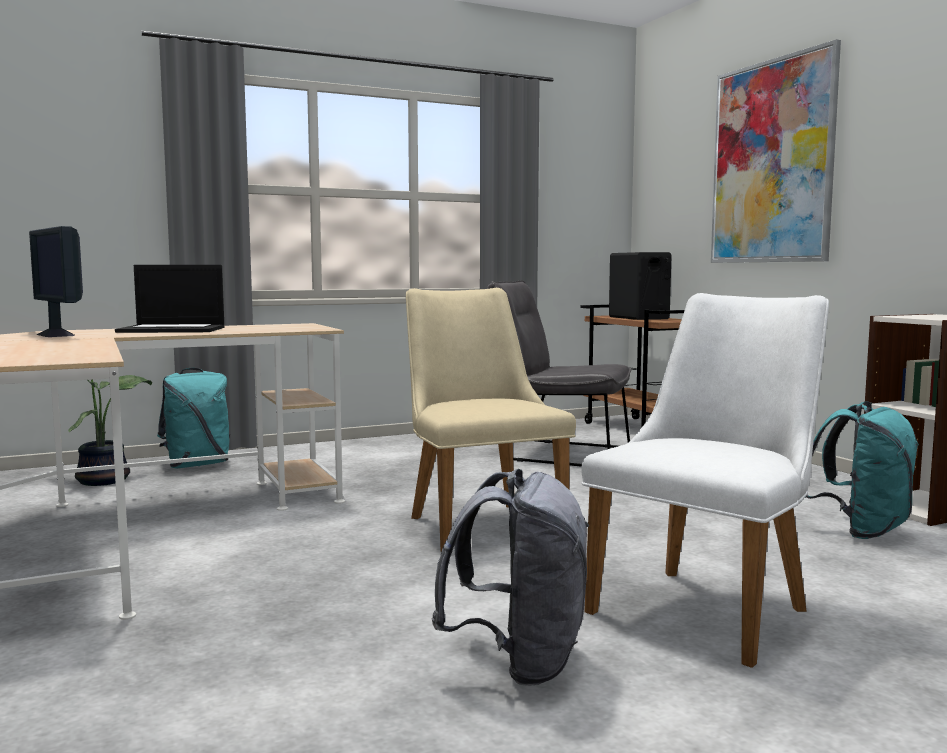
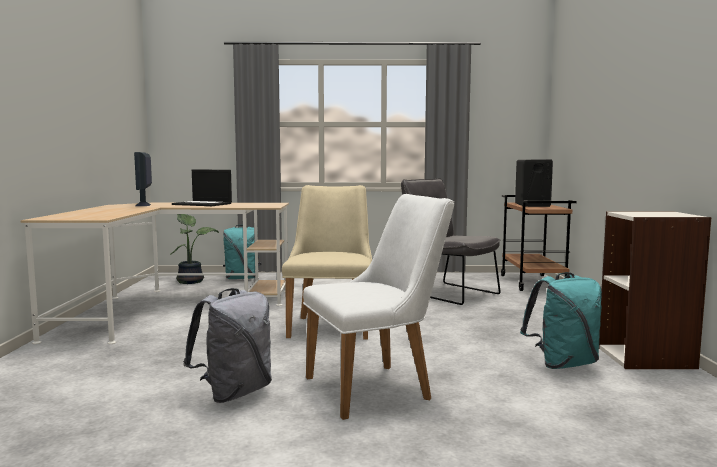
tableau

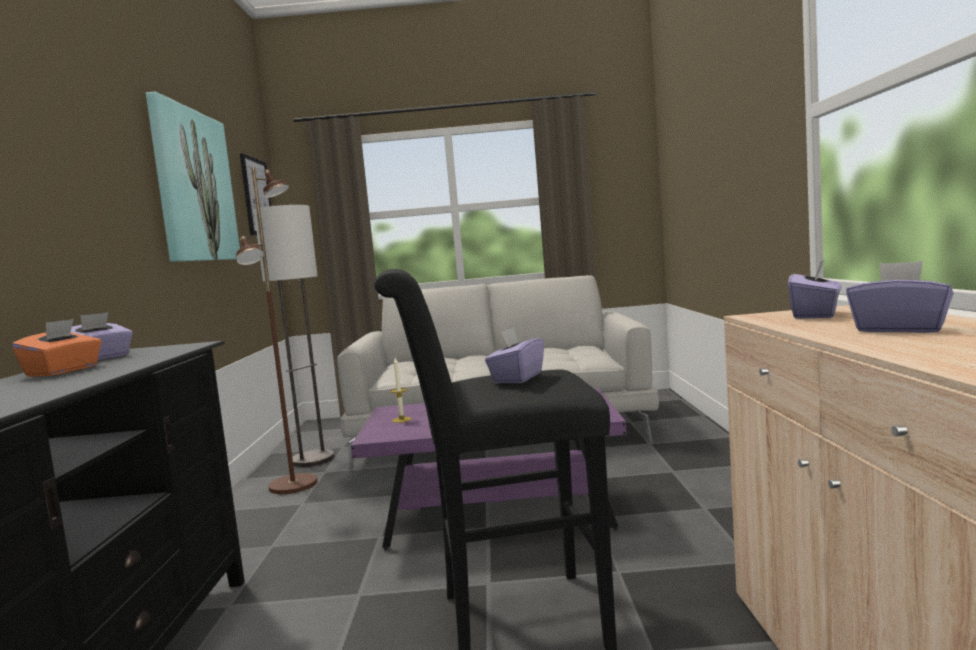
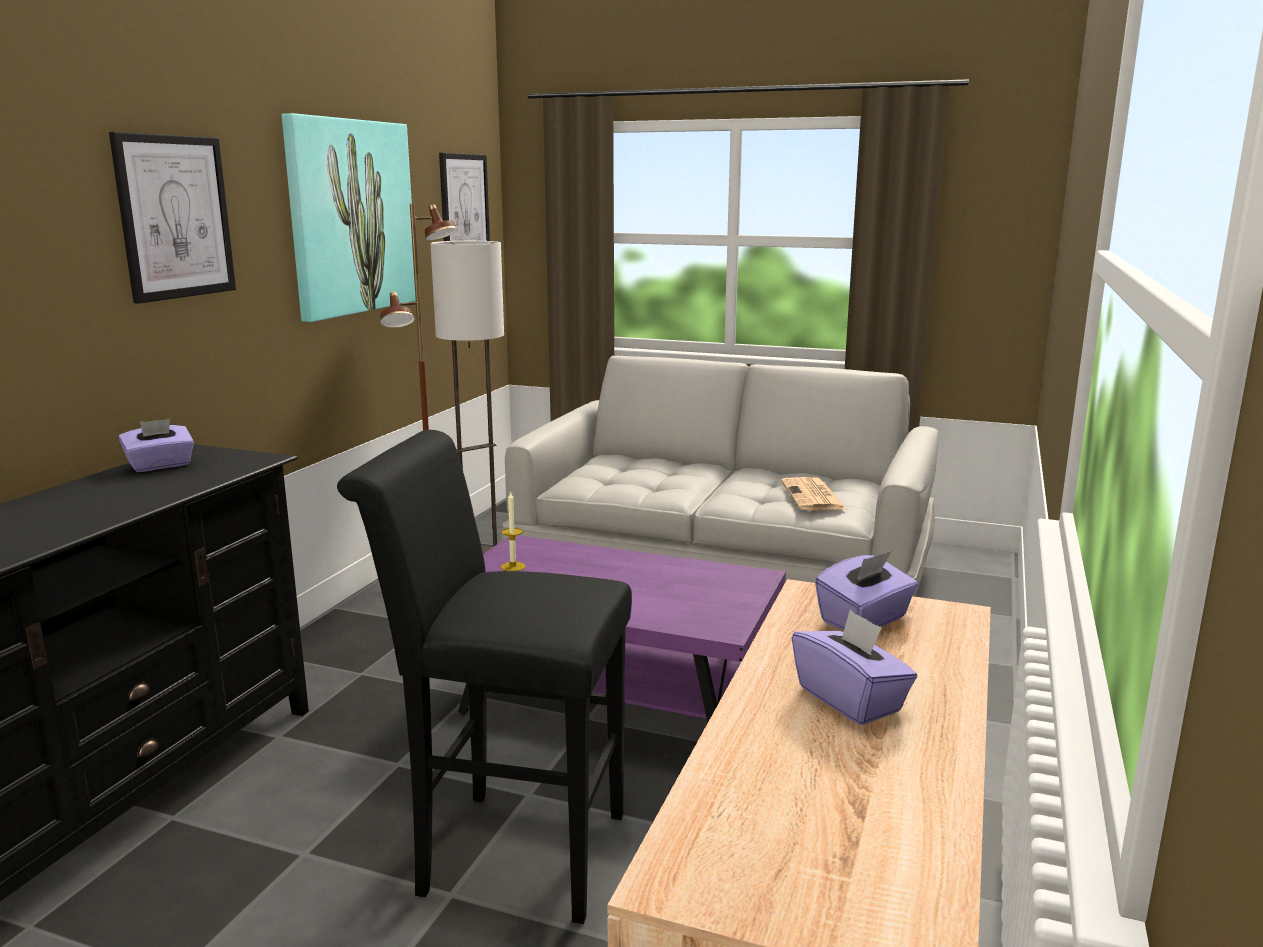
tableau (1st from left)
journal
boîte à mouchoirs [orange]
boîte à mouchoirs [violet] (2nd from left in the first image)

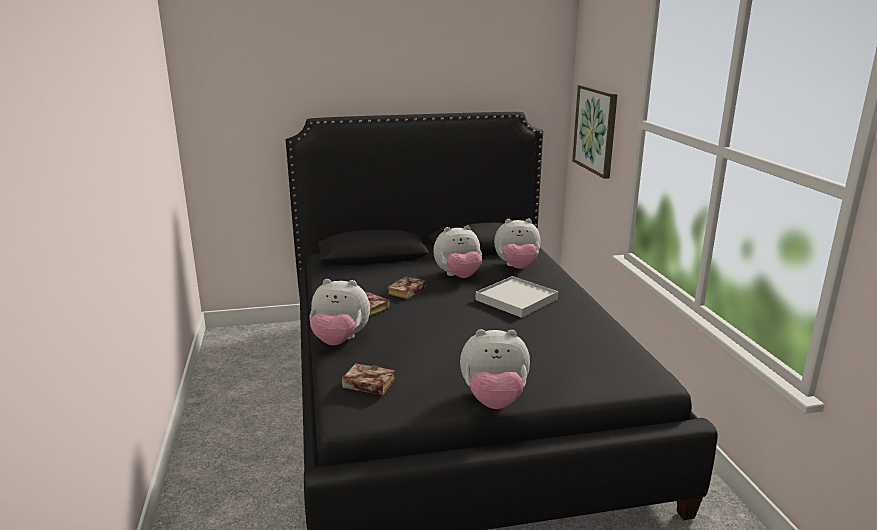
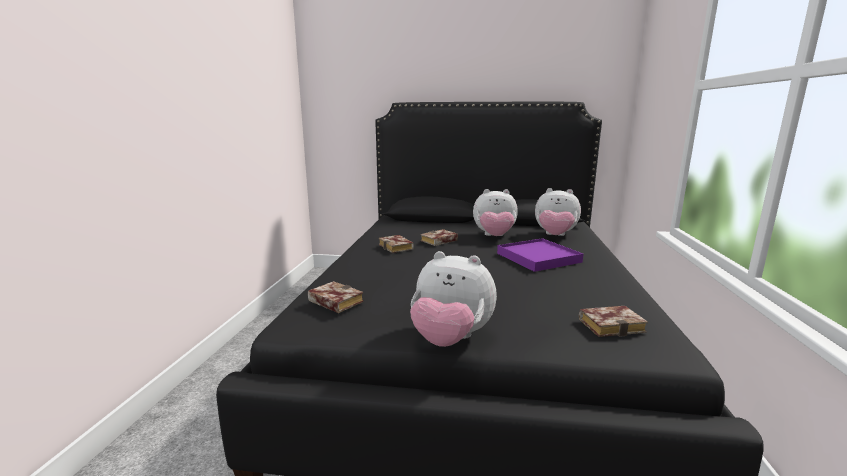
plateau [violet]
livre (4th from left)
peluche (1st from left in the first image)
tableau

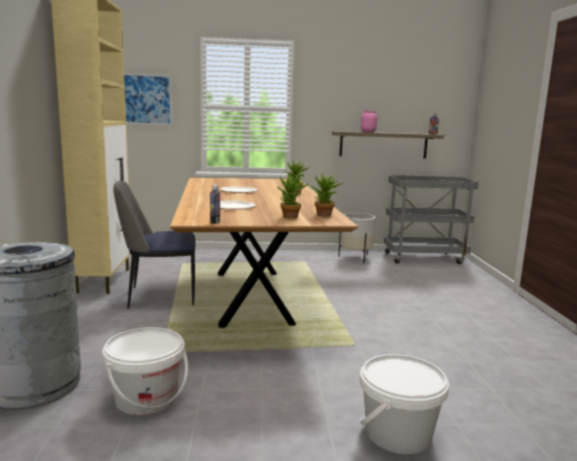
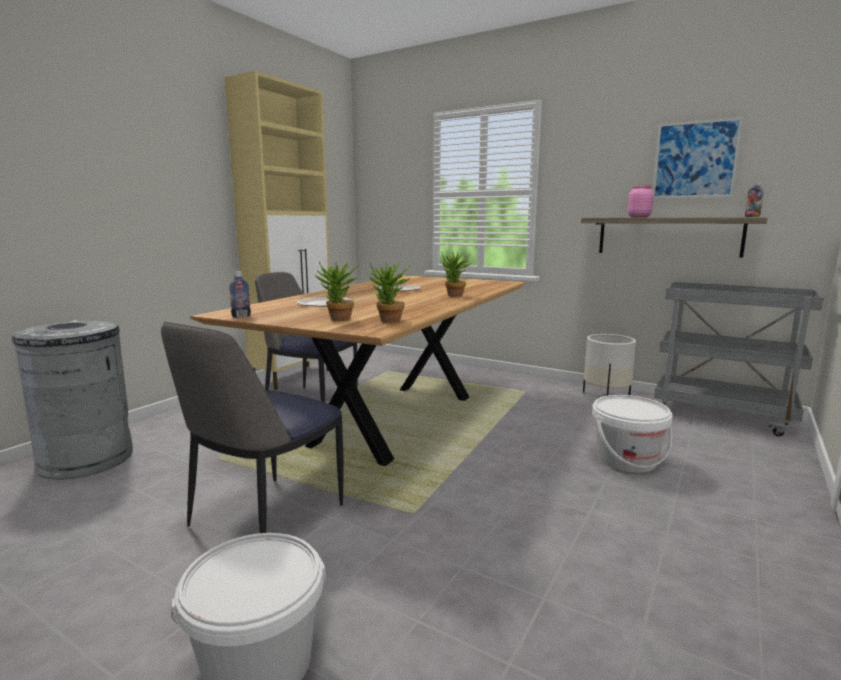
chaise (1st from left)
seau [blanc] (2nd from left)
tableau

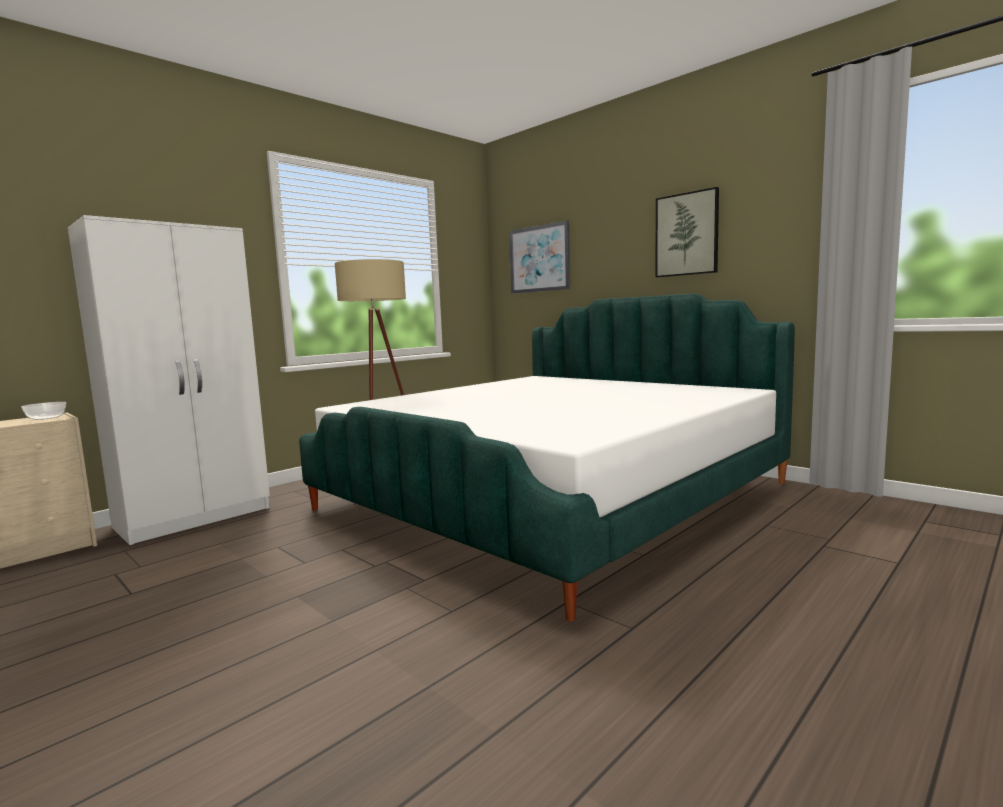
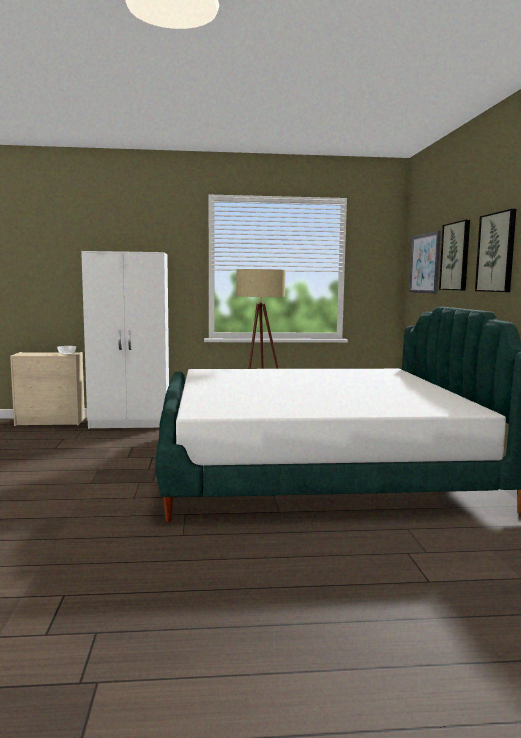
tableau (2nd from left)

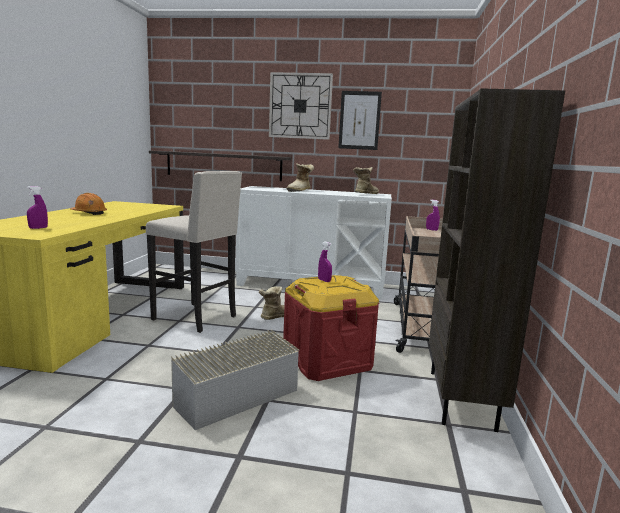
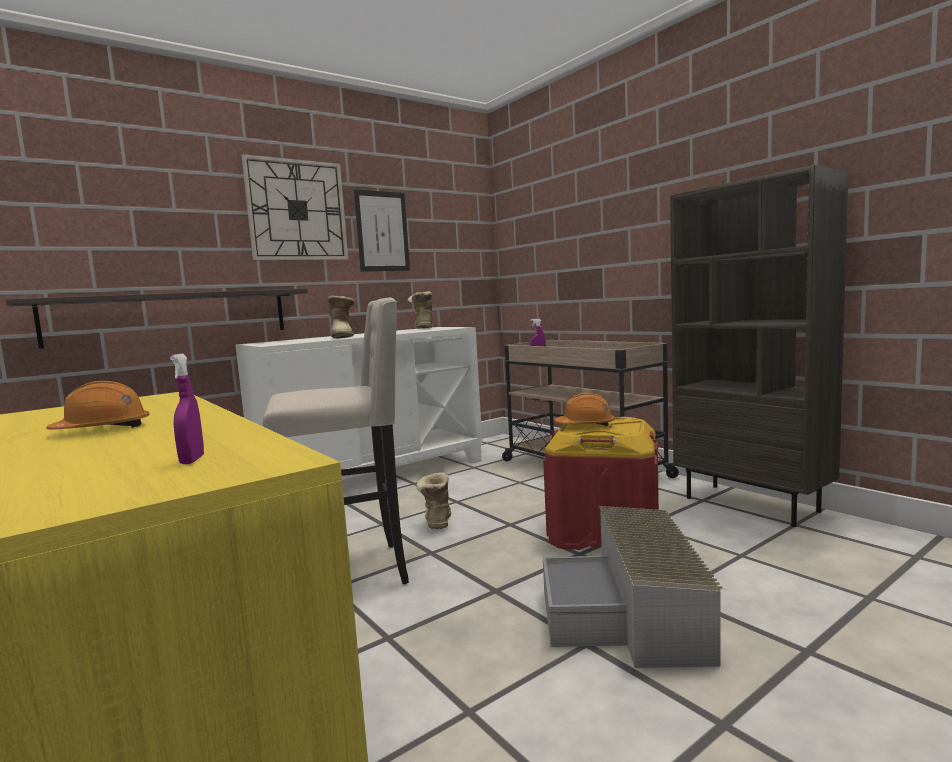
casque de chantier [orange] (2nd from left)

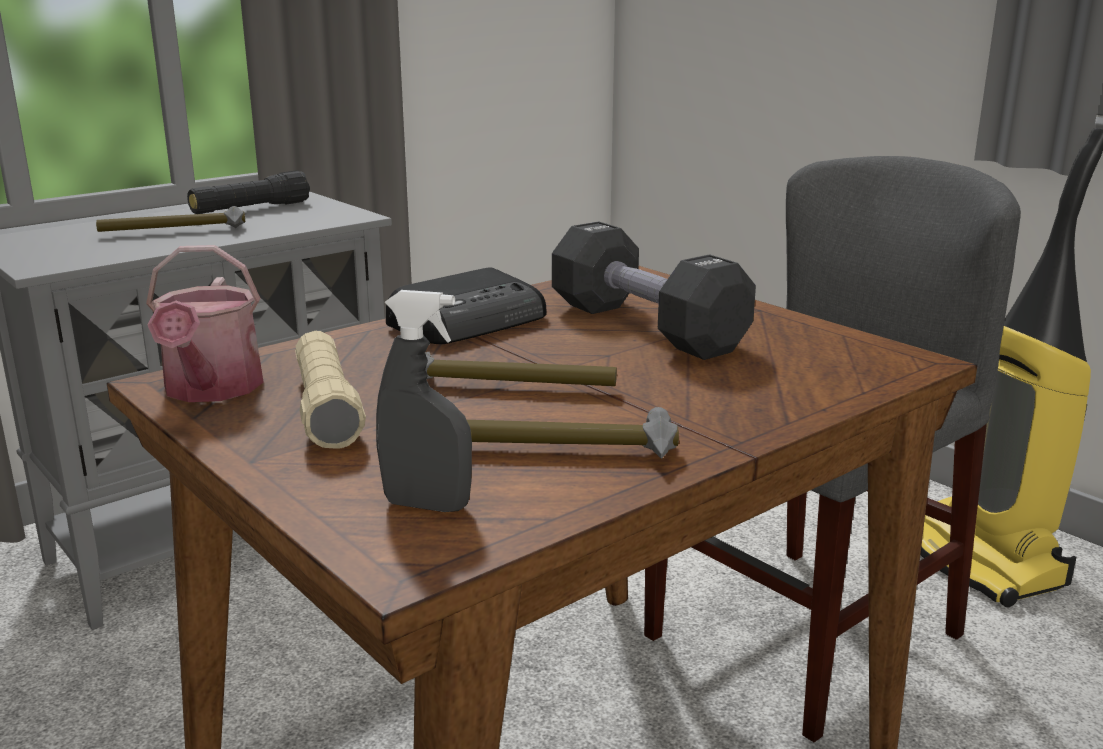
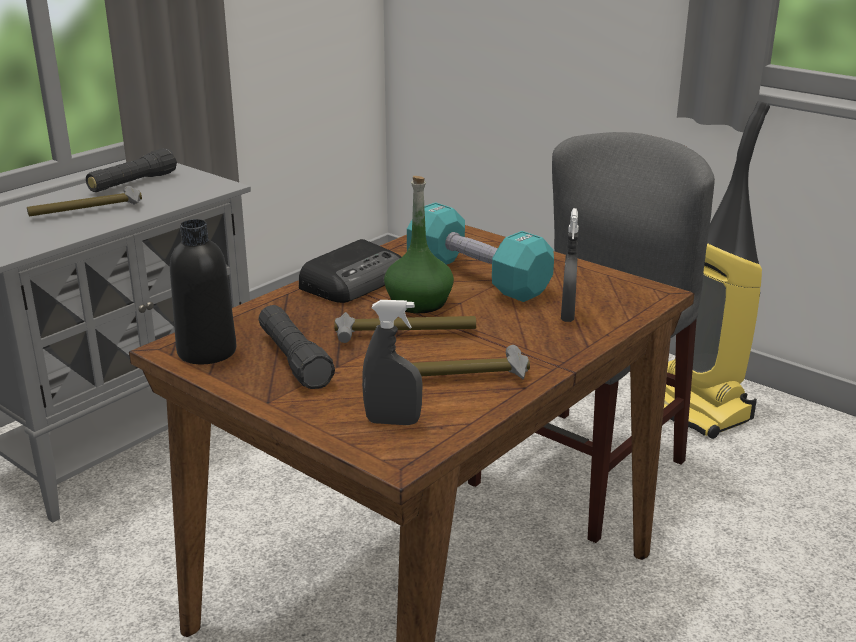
bouteille [noir]
lampe de poche [noir] (2nd from left)
bouteille [vert]
haltère [turquoise]
vaporisateur [gris] (2nd from left)

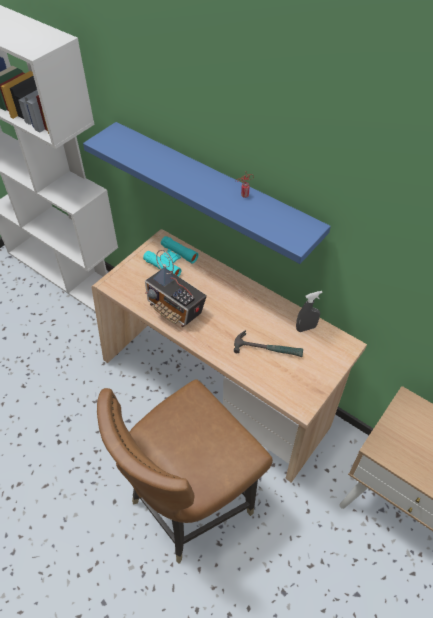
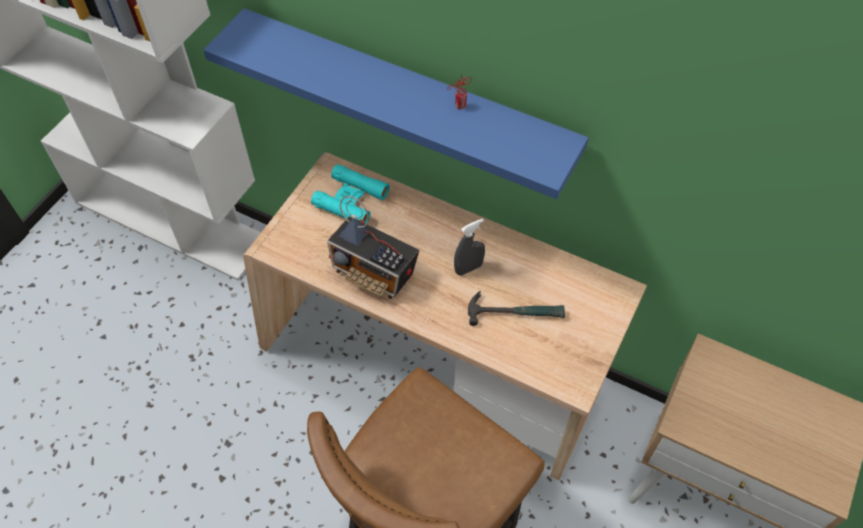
vaporisateur [gris]

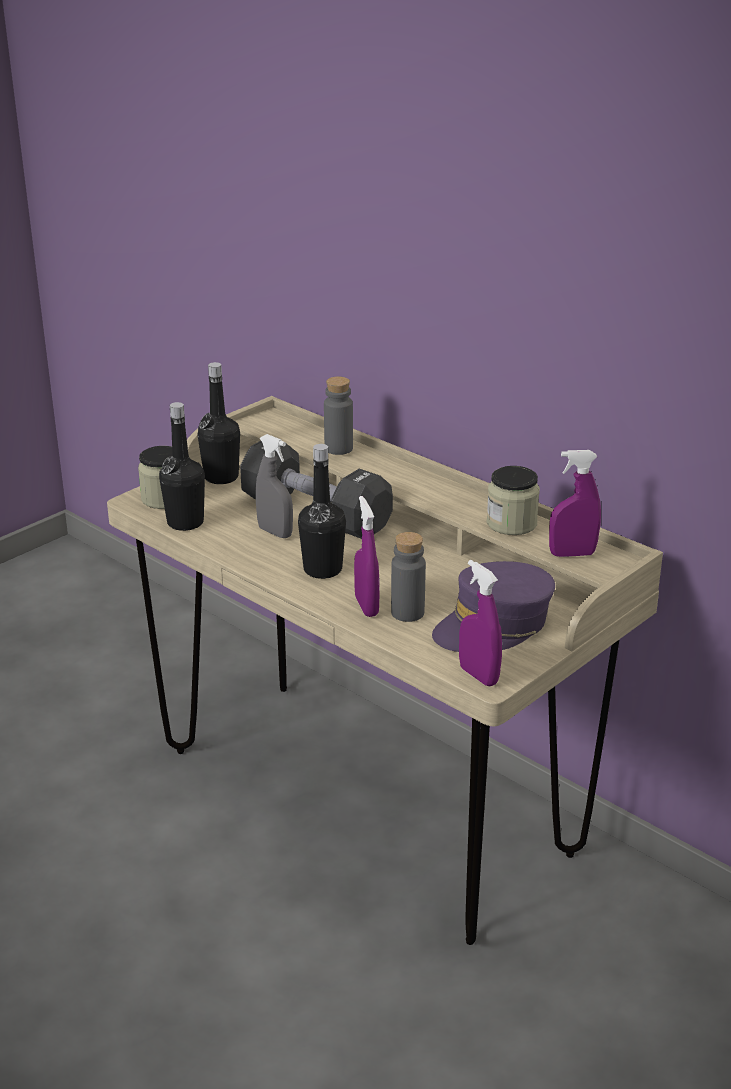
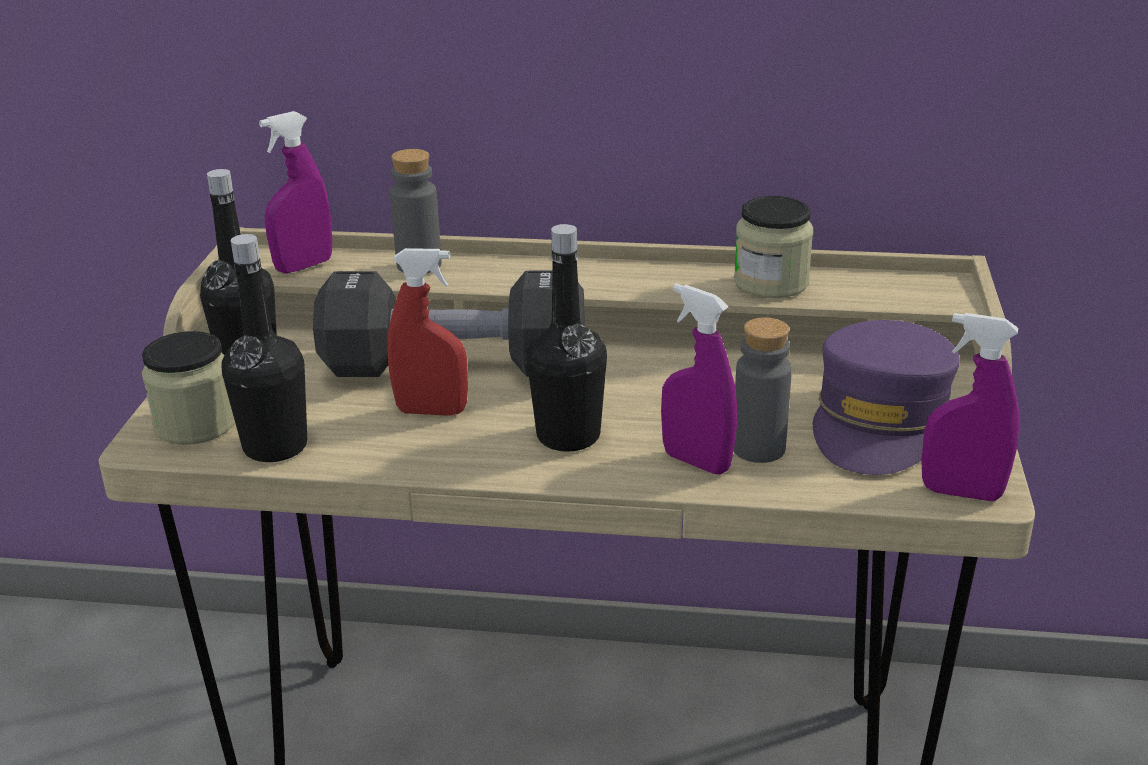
vaporisateur [violet] (1st from left)
vaporisateur [rouge]

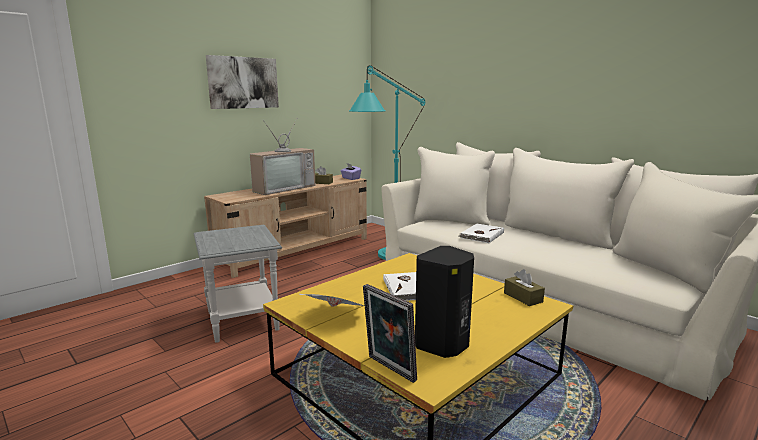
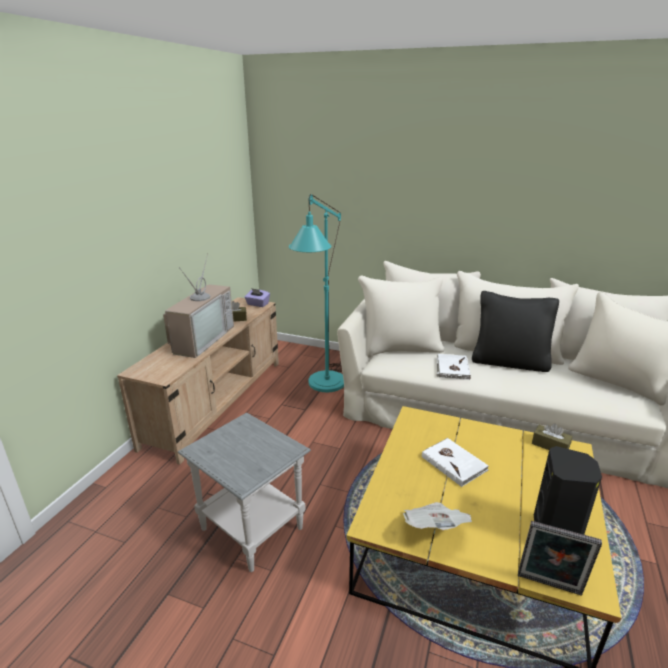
coussin [noir]
tableau

